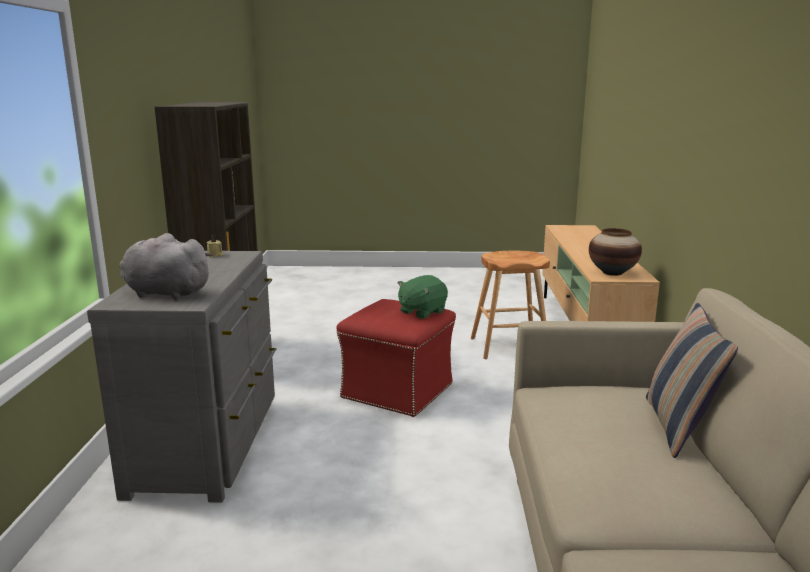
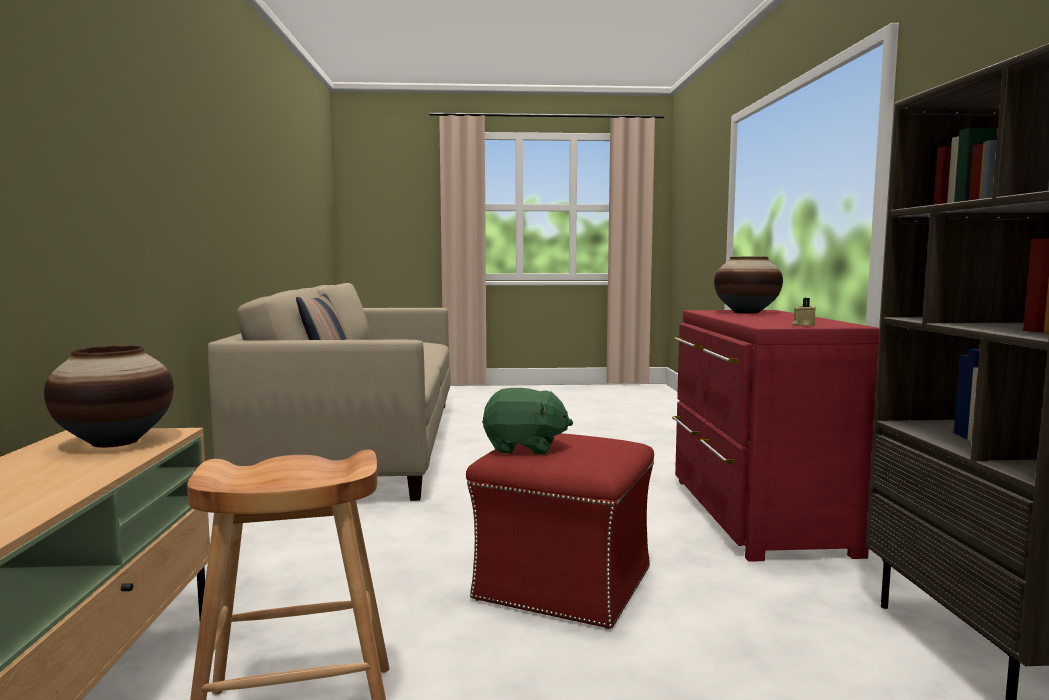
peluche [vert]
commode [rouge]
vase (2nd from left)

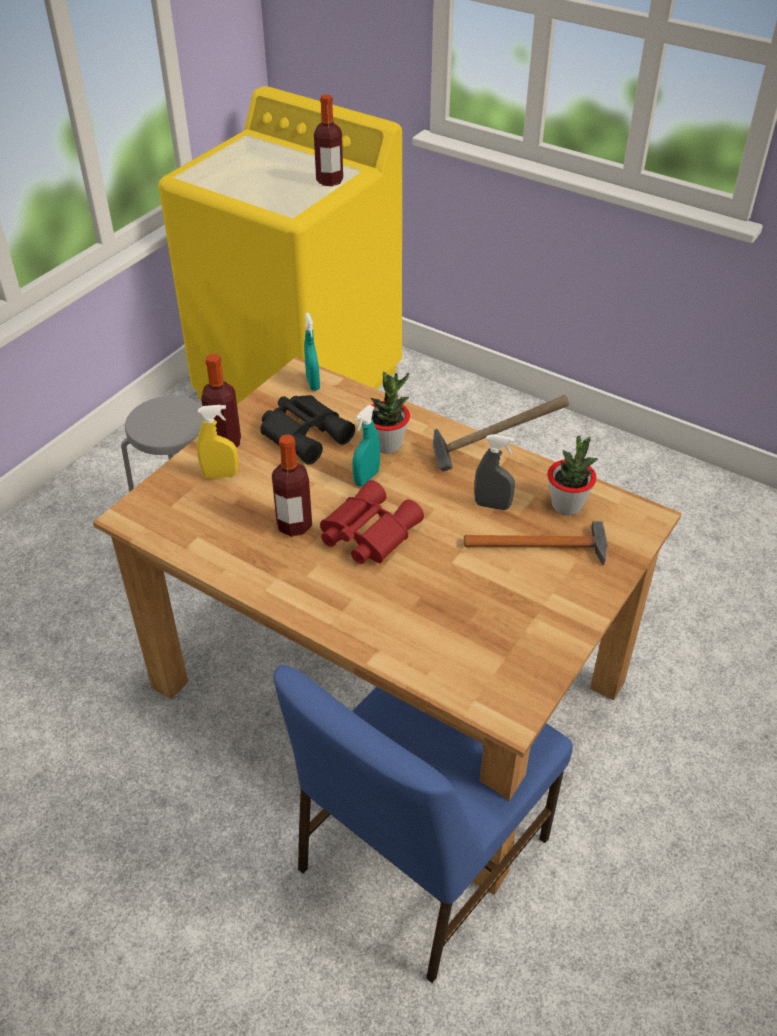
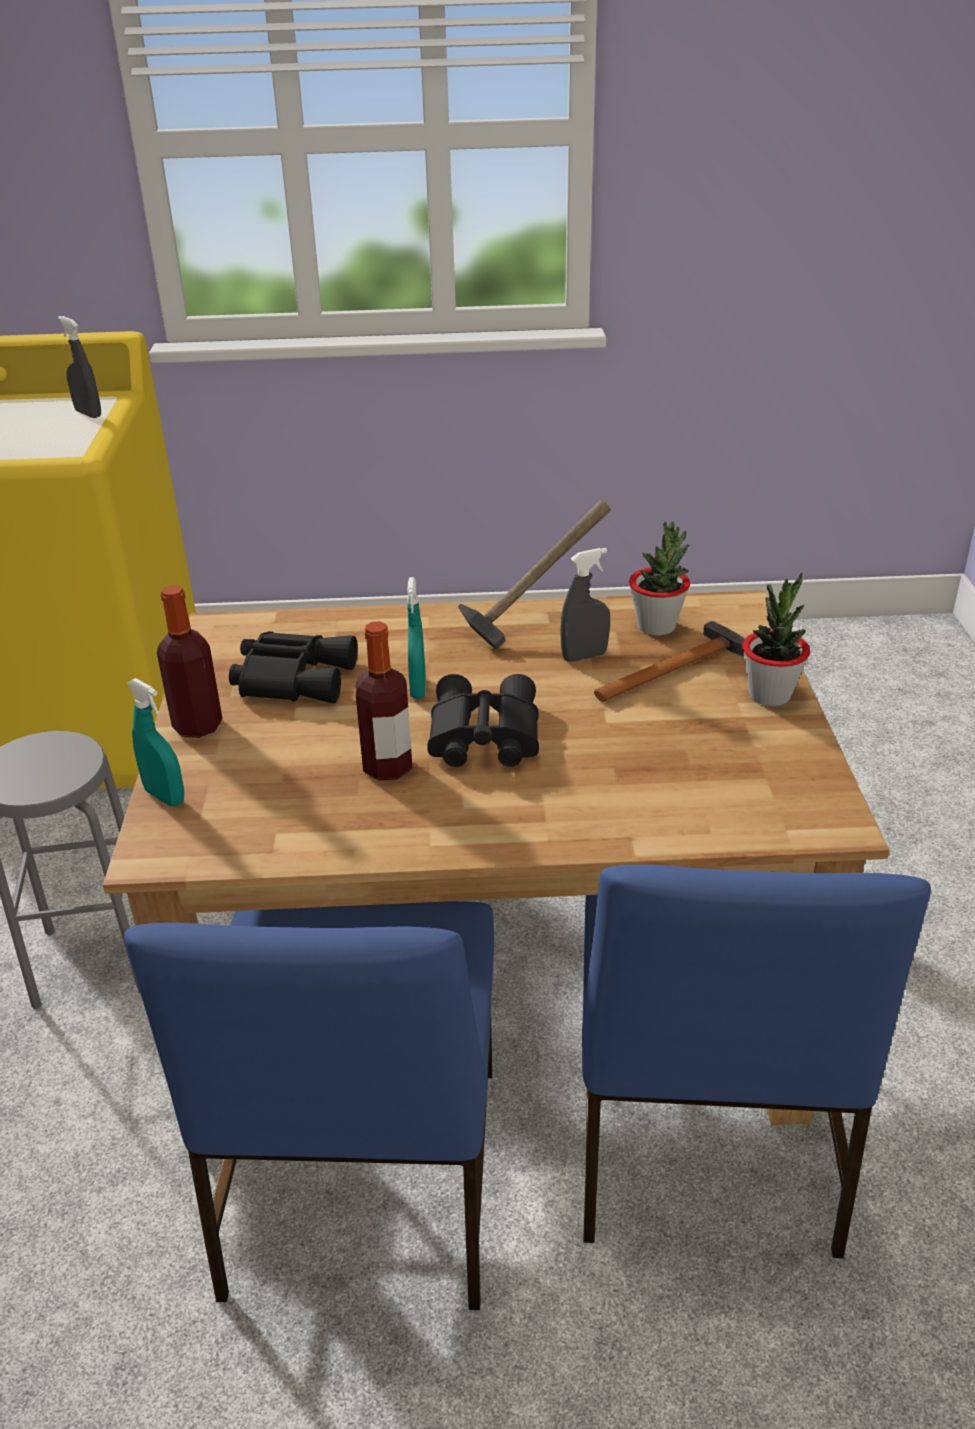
vaporisateur [gris] (1st from left)
chaise [bleu] (1st from left)
vaporisateur [turquoise] (1st from left)
jumelles [noir] (2nd from left)
plante en pot (2nd from left)
vaporisateur [jaune]

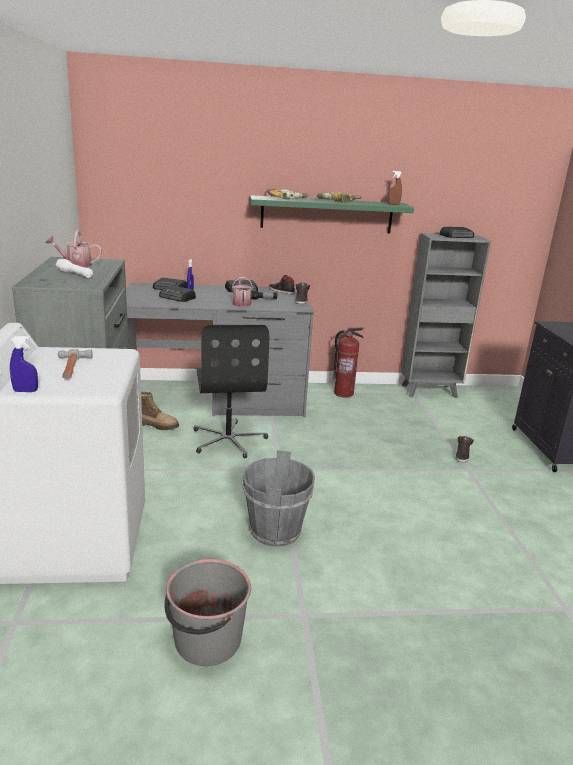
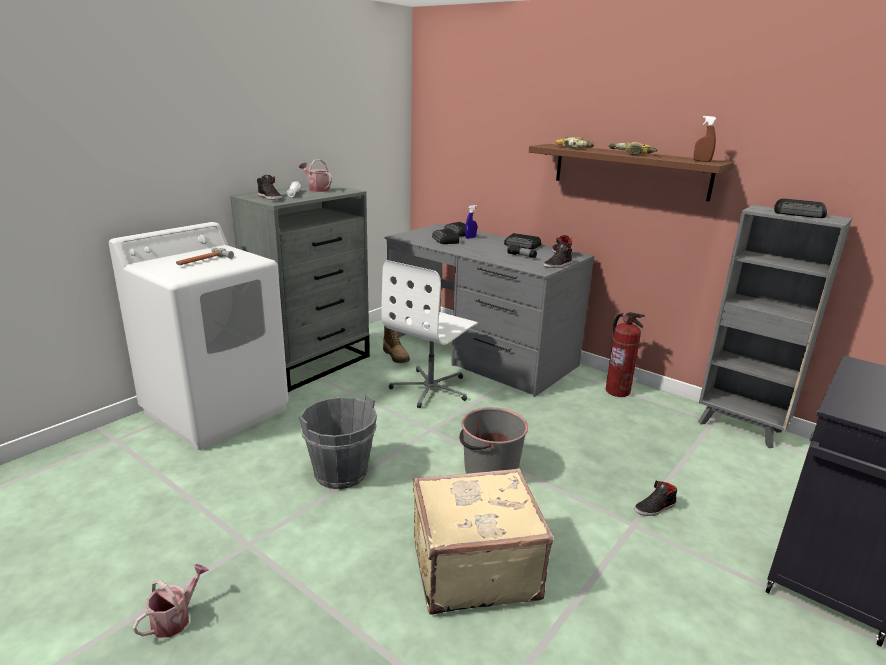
arrosoir (1st from left)
chaussure [noir] (1st from left)
chaise de bureau [blanc]
valise [beige]
seau [gris] (2nd from left)
étagère [marron]
vaporisateur [bleu] (1st from left in the first image)

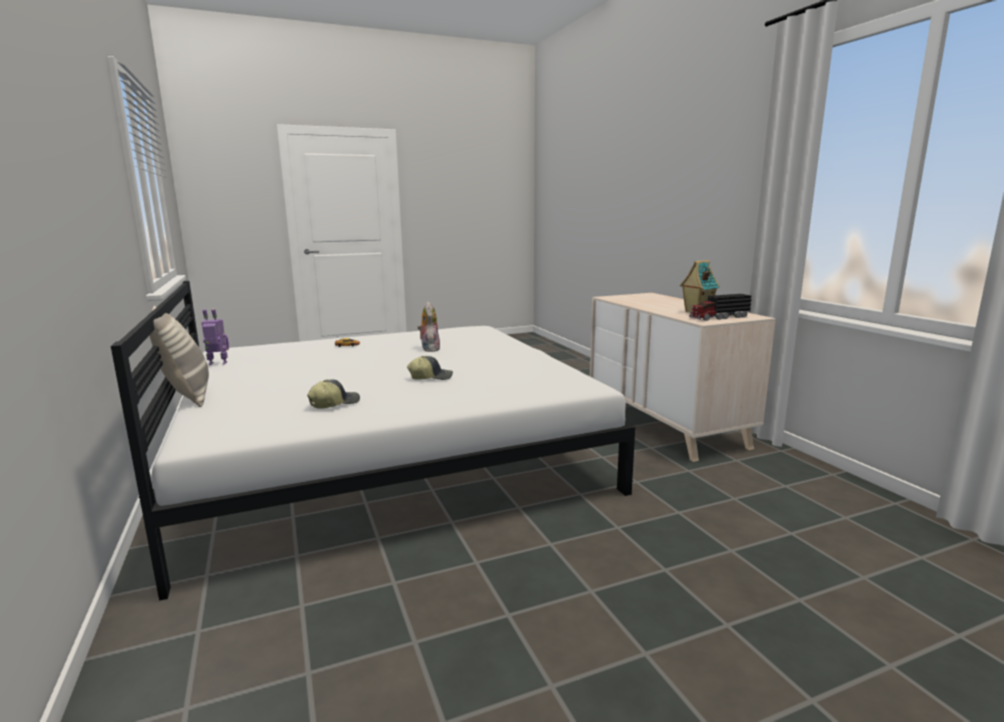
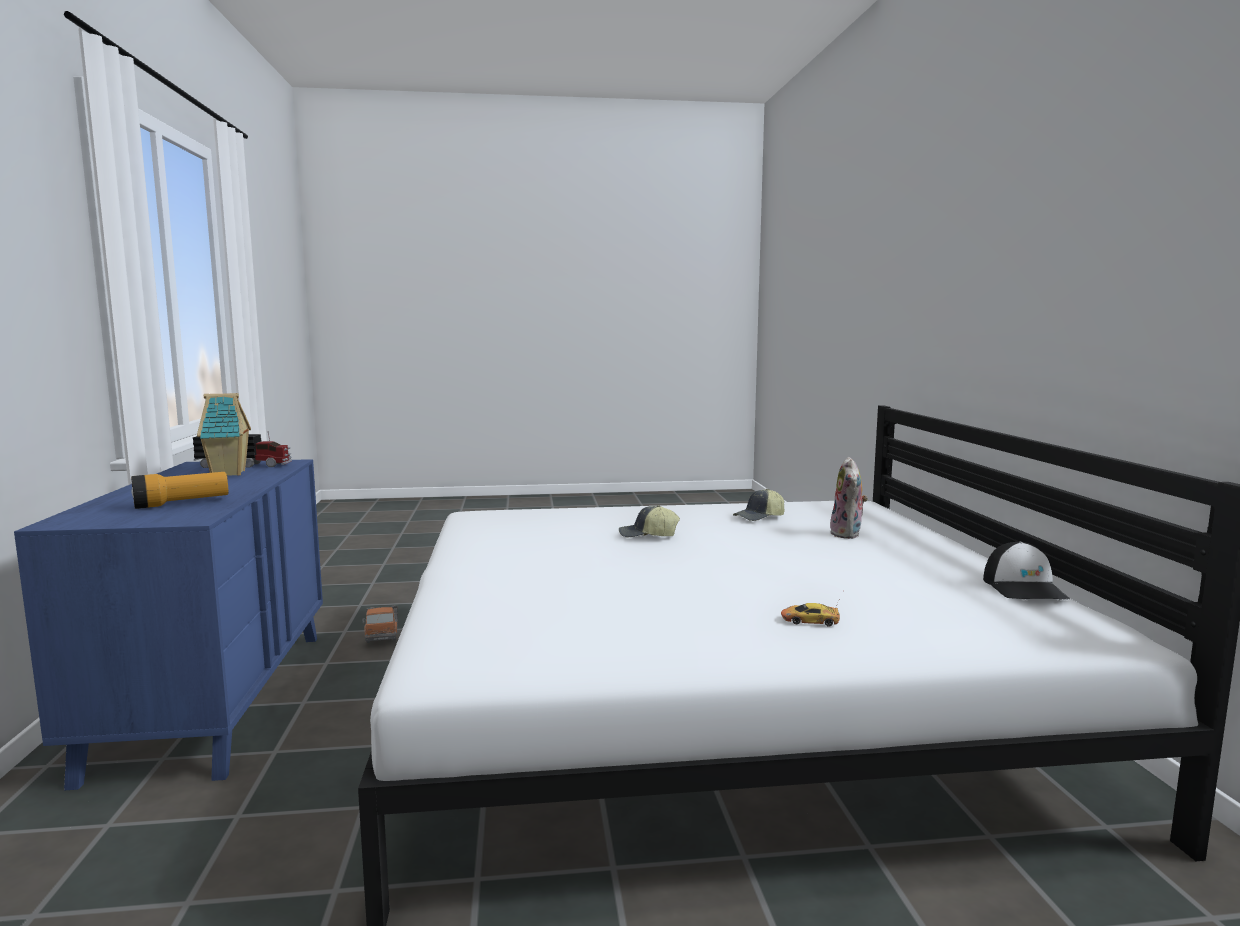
commode [bleu]
lampe de poche
camion jouet (2nd from left)
peluche
casquette (3rd from left)
coussin

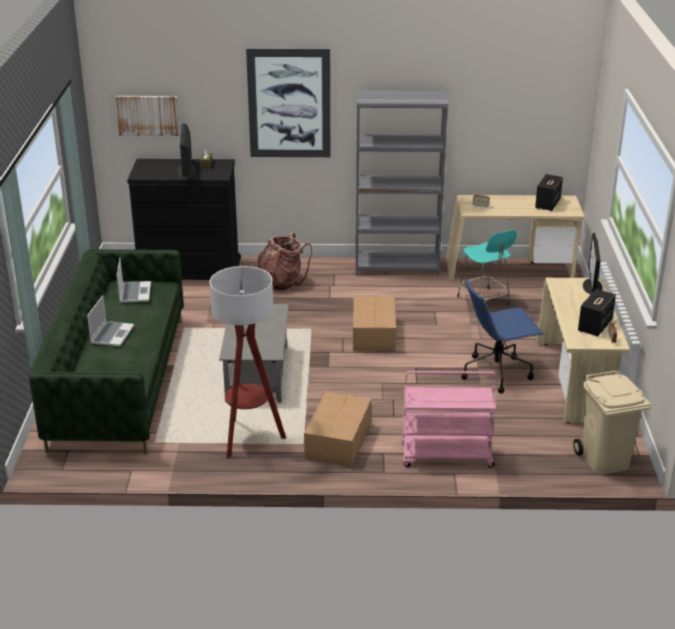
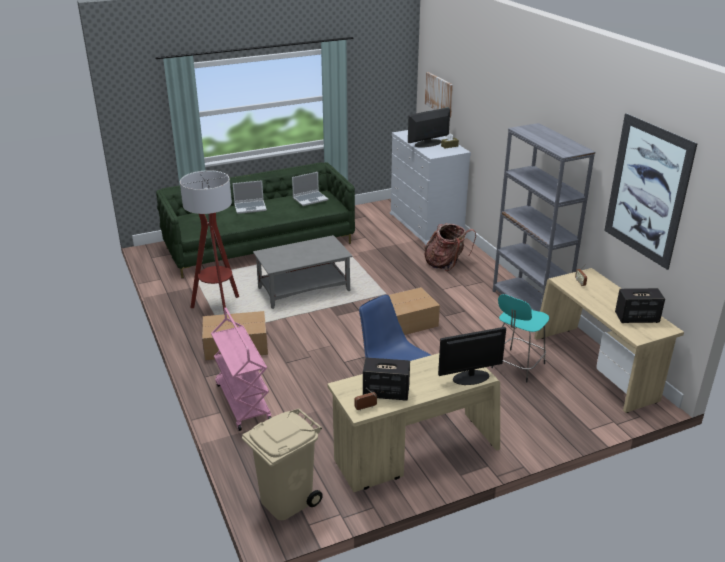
commode [blanc]
tableau (2nd from left)

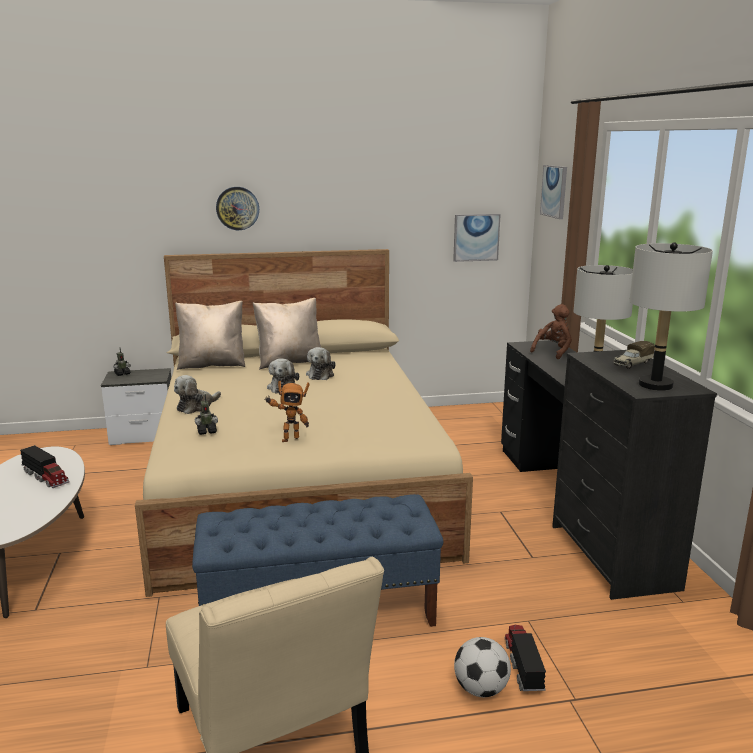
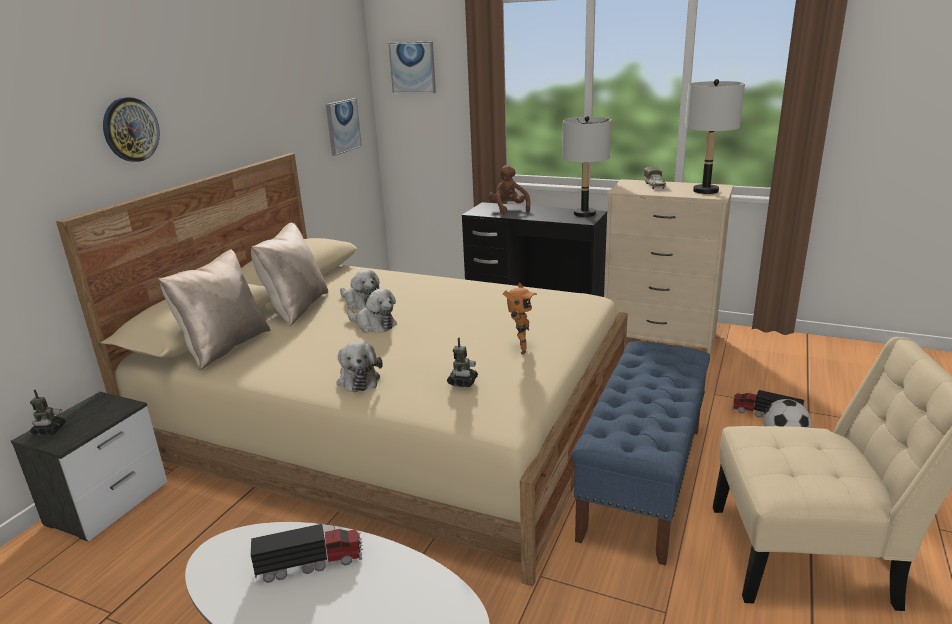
commode [beige]

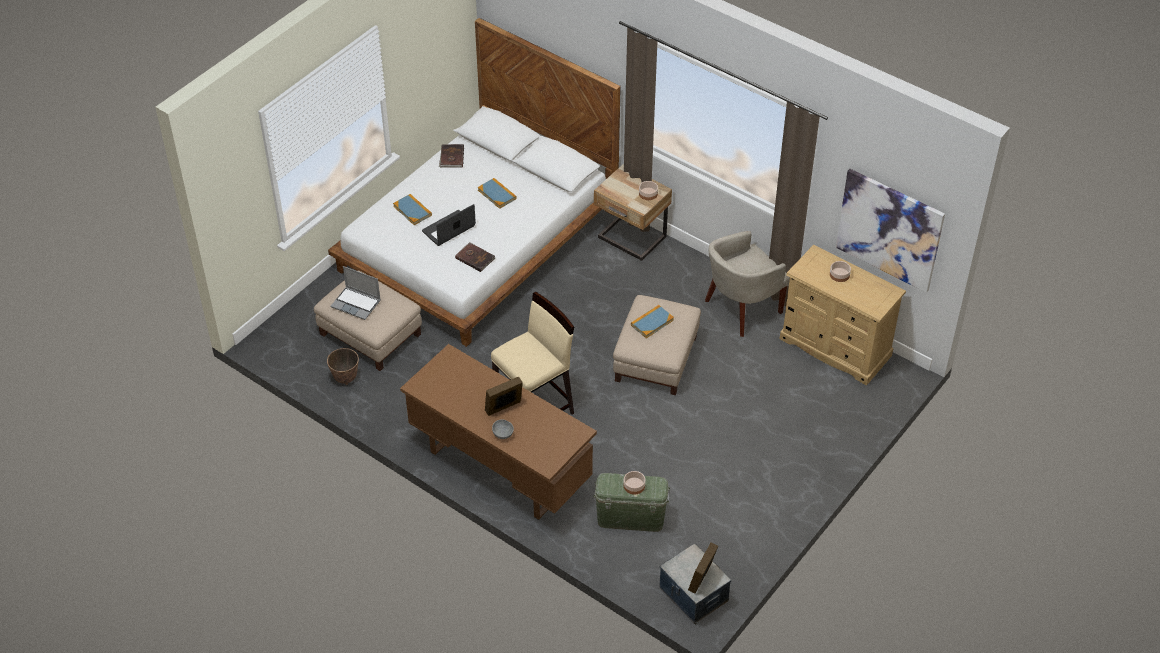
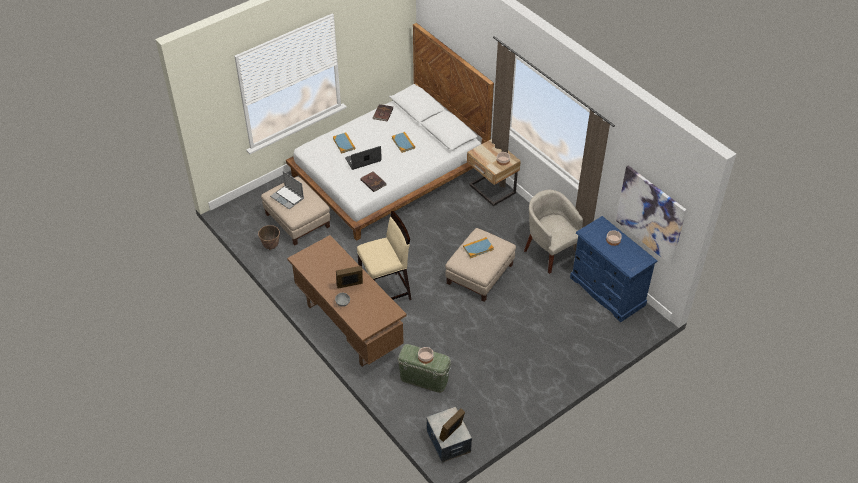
fauteuil [beige]
commode [bleu]

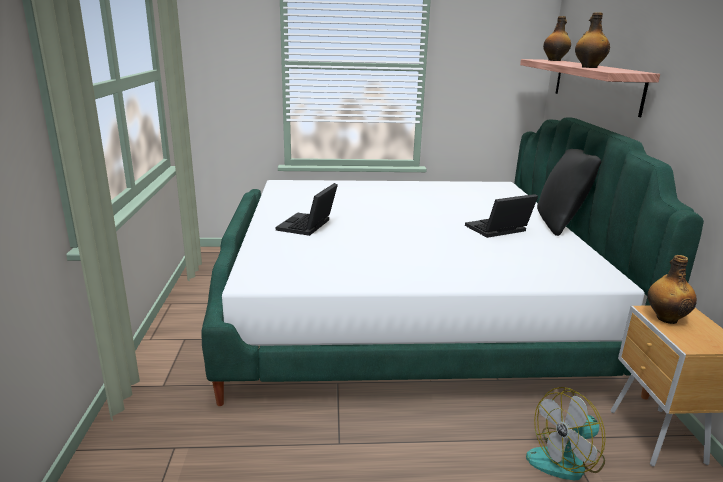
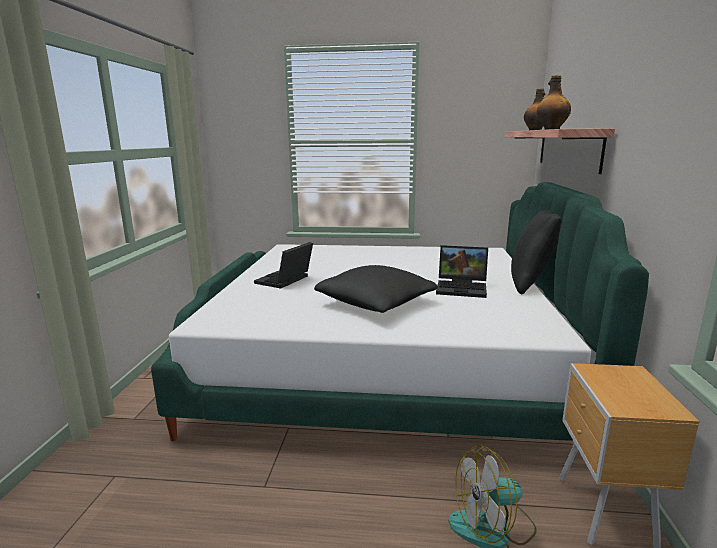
coussin [noir] (1st from left)
ordinateur portable (2nd from left)
bouteille (3rd from left in the first image)

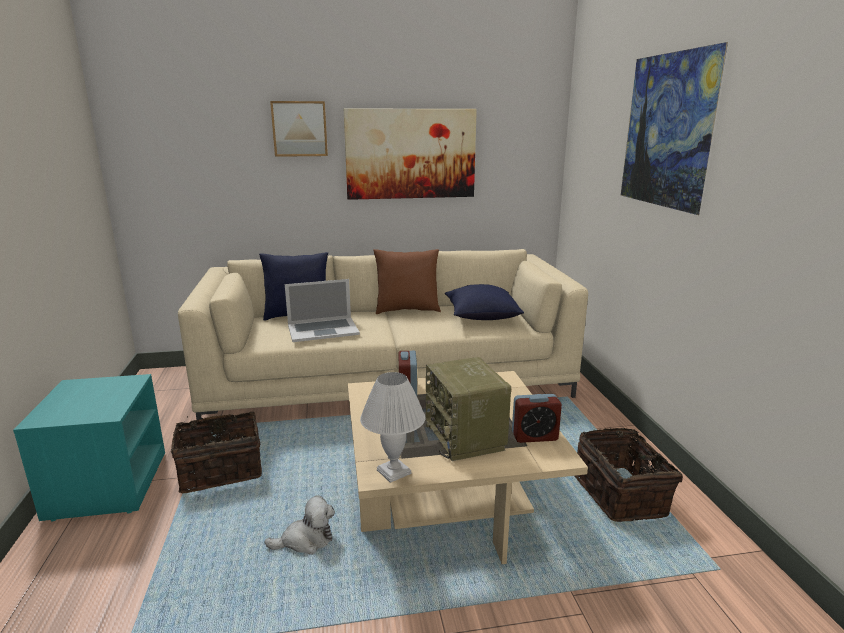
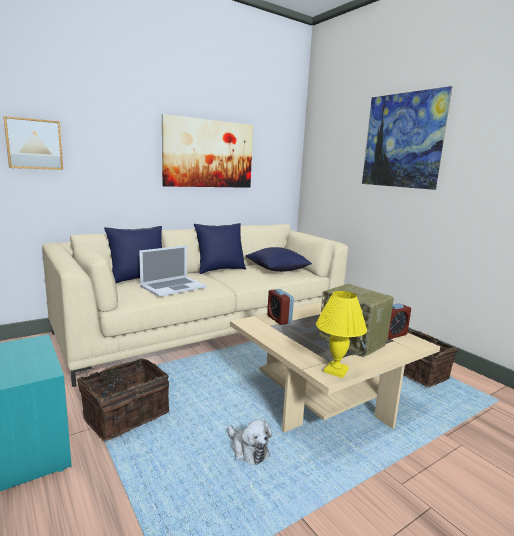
tableau (1st from left)
coussin [bleu] (2nd from left)
peluche
lampe de table [jaune]

